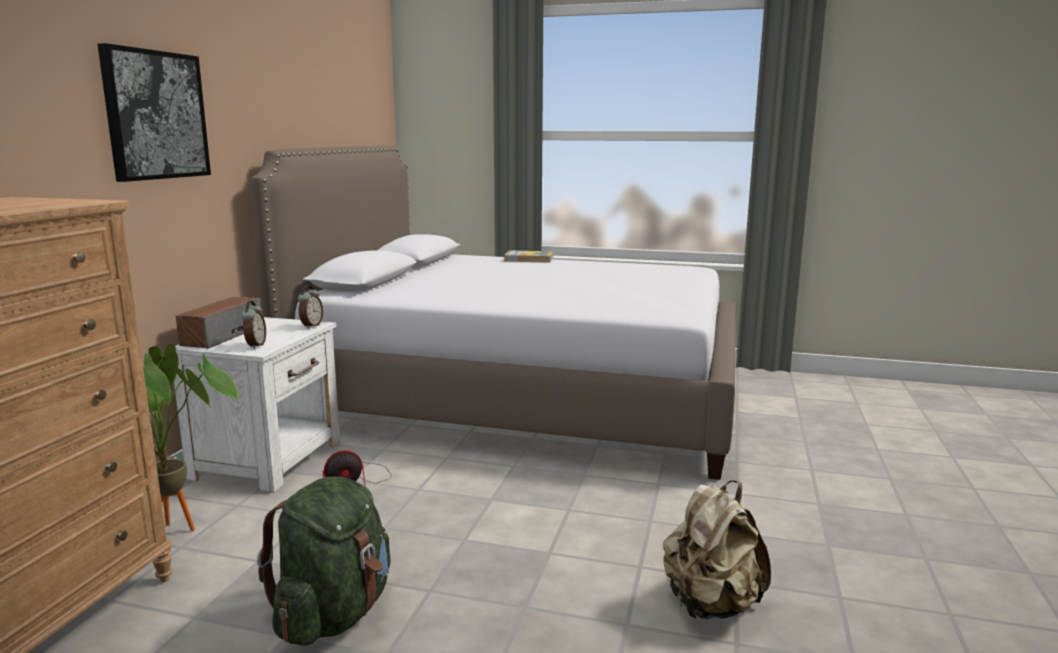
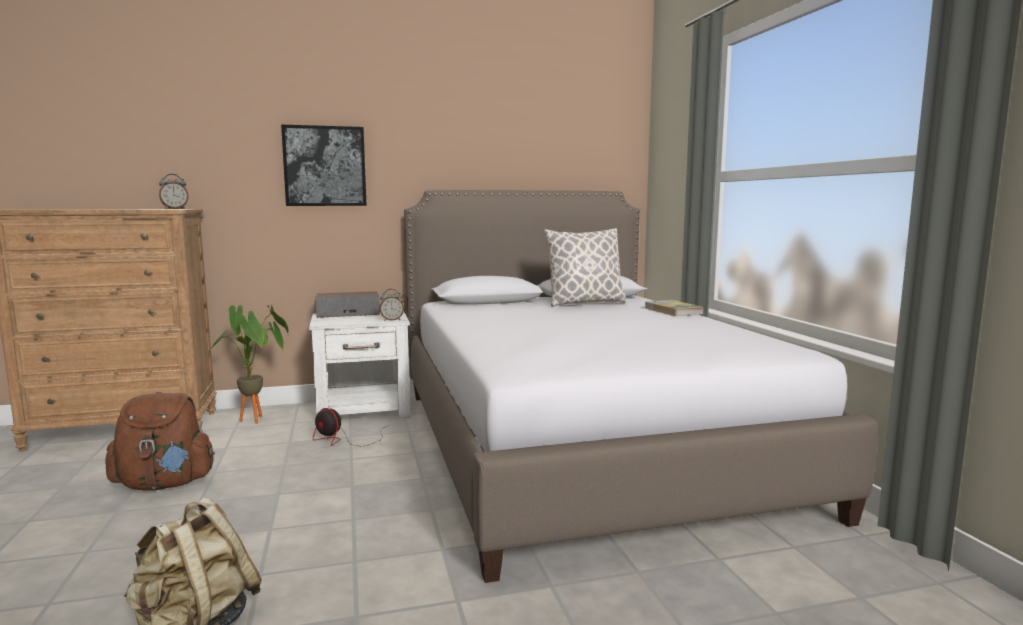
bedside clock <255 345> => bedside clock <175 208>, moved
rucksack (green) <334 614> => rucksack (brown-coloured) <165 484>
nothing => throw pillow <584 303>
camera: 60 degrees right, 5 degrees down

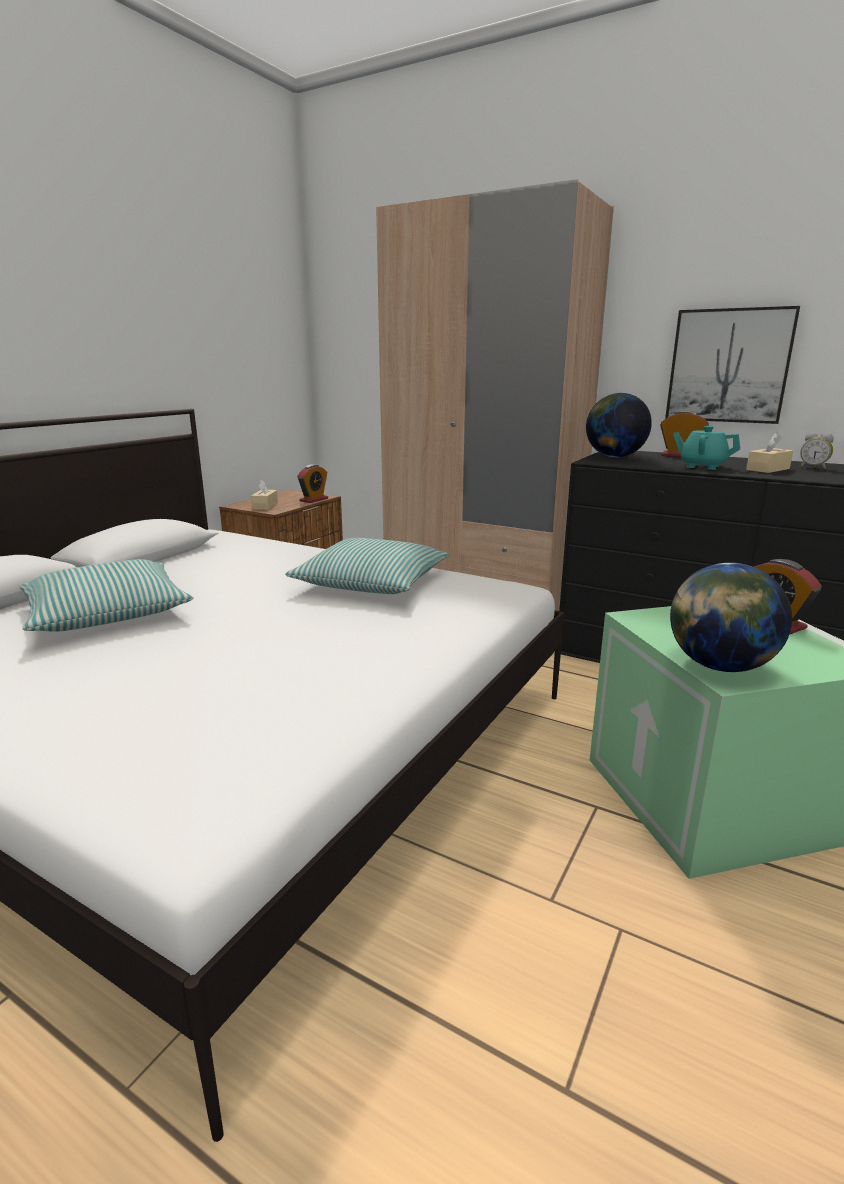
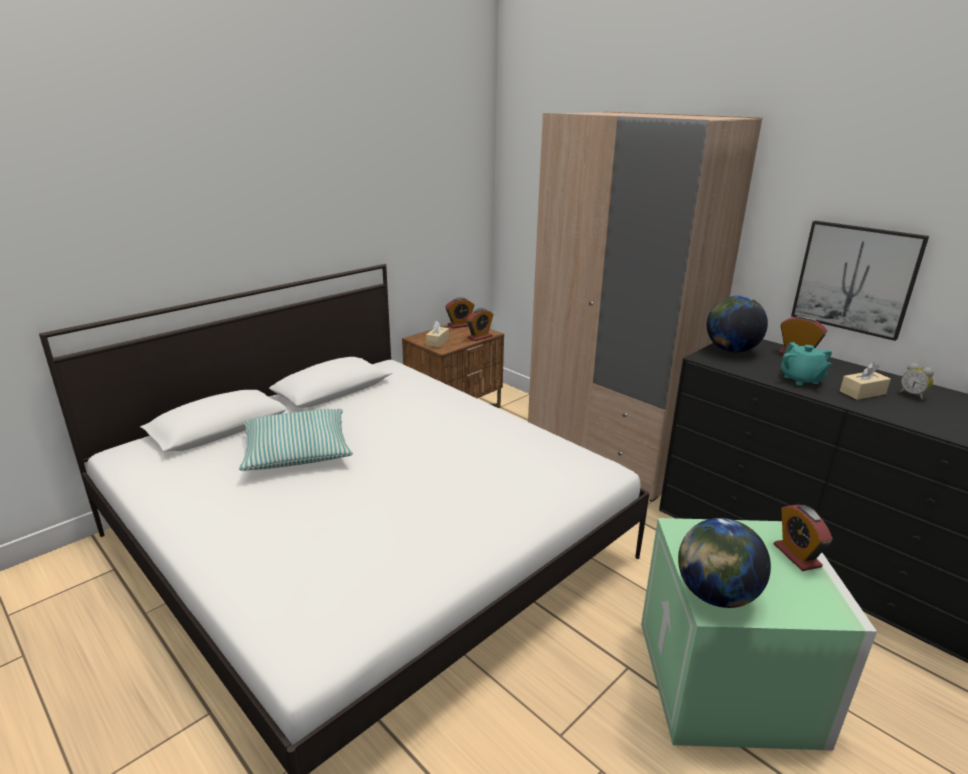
tea pot (blue-green) <702 466> => tea pot (blue-green) <801 379>, 150 degrees counterclockwise
throw pillow <371 582> => nothing
nothing => bedside clock <460 325>
camera: 15 degrees right, 5 degrees up

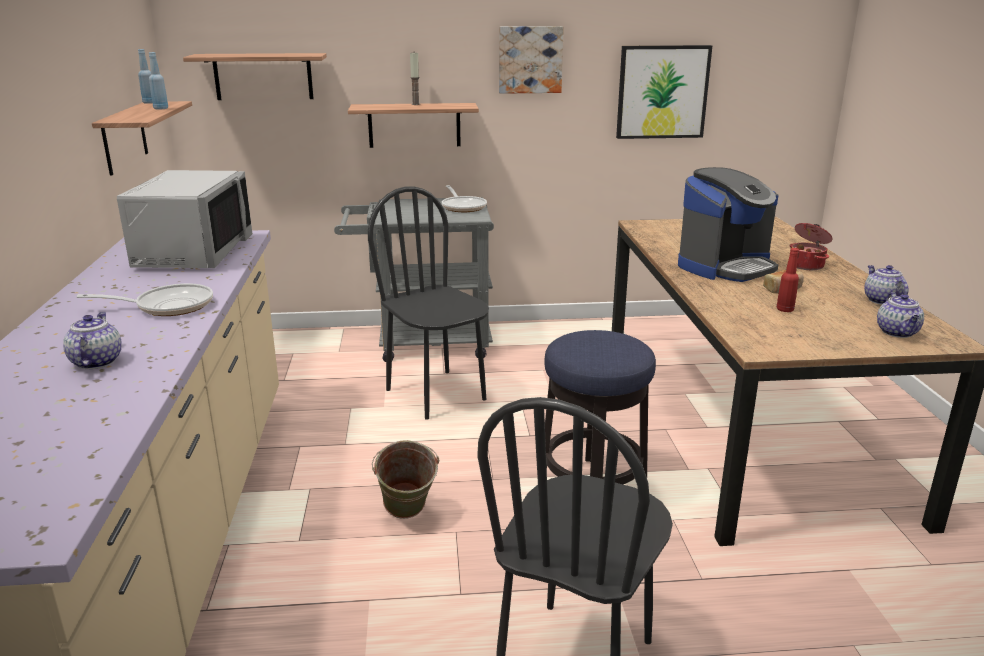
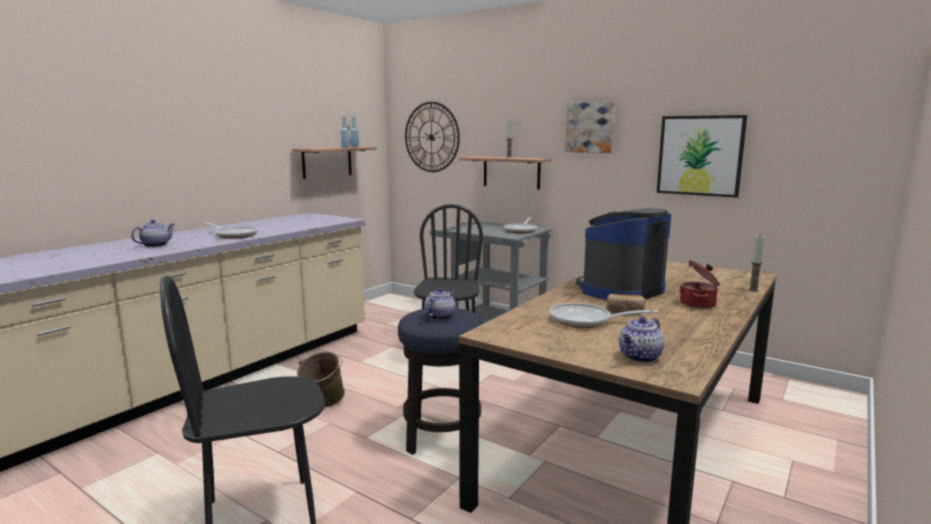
bracket shelf <263 76> => hanging clock <431 137>
coffee machine <725 267> => coffee machine <620 290>, 135 degrees clockwise
microwave oven (grey) <193 253> => nothing
drink bottle (red) <785 309> => frying pan <585 321>
tea pot <881 300> => tea pot <440 317>, moved
nothing => wax candle <753 290>
camera: 40 degrees right, 10 degrees down

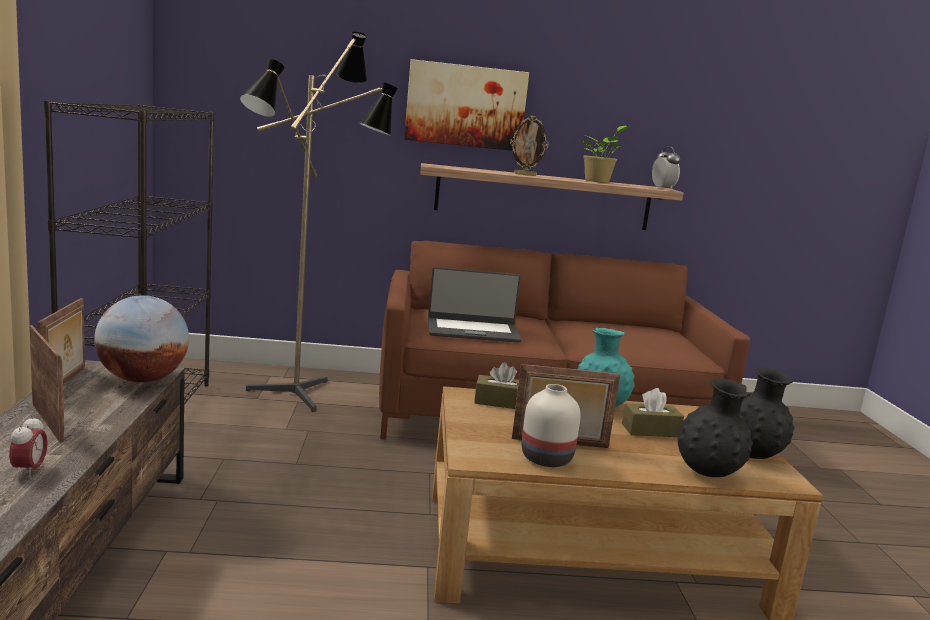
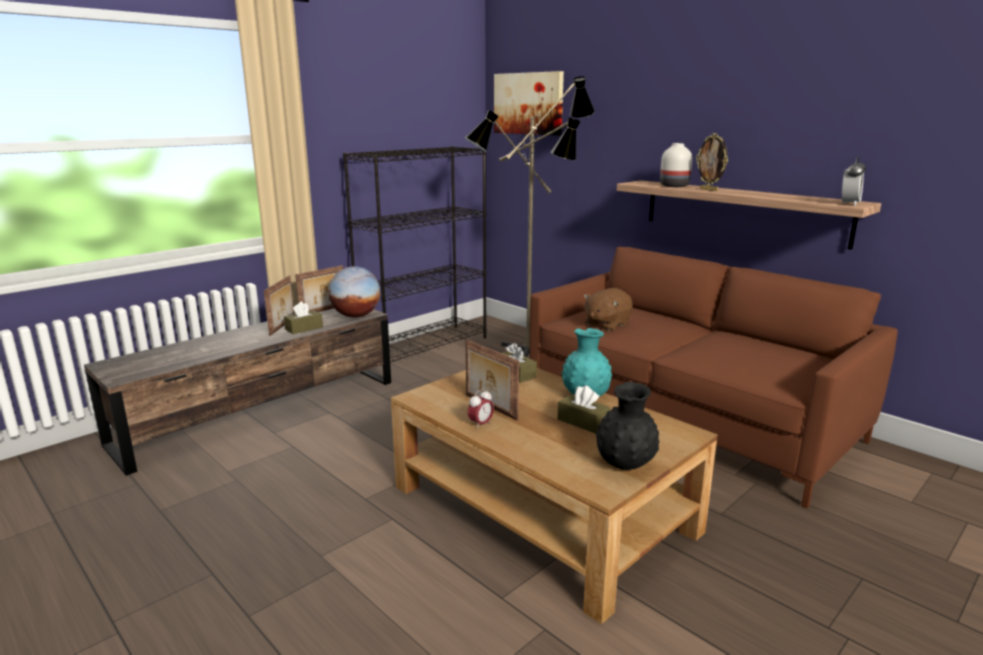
picture <465 106> => picture <528 103>, moved
houseplant <598 181> => nothing
portable computer <473 331> => soft toy (brown-coloured) <606 324>
decorative vase (blackish) <708 473> => nothing
decorative vase (white-coloured) <545 459> => decorative vase (white-coloured) <673 186>, moved
bedside clock <29 470> => bedside clock <480 424>, moved
nothing => tissue holder (brown-coloured) <304 328>
camera: 50 degrees right, 5 degrees up

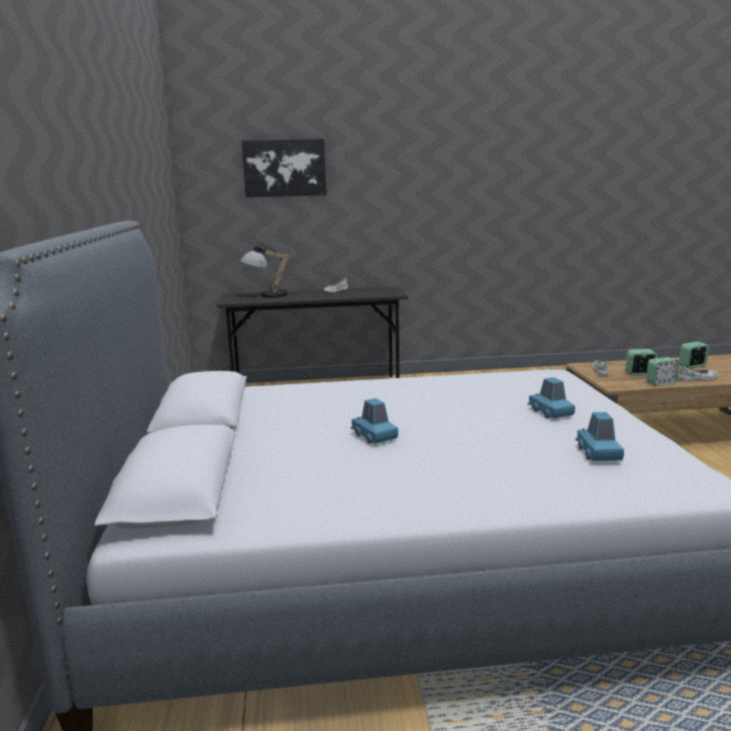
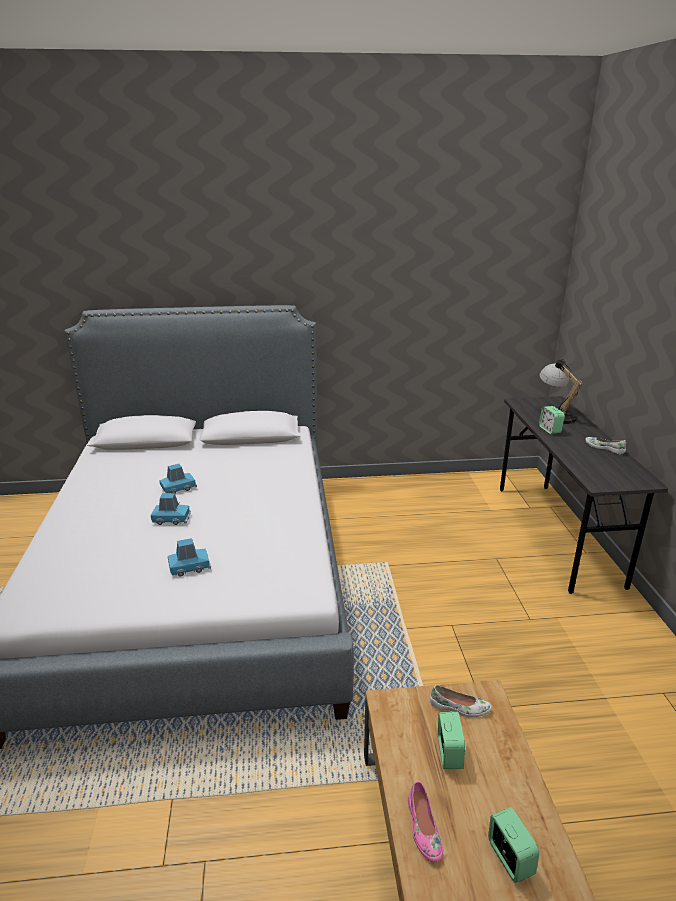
picture <284 168> => nothing
bedside clock <661 383> => bedside clock <549 430>, moved
low shoe (white-coloured) <698 379> => low shoe (pinkish) <423 828>
miniature car (bluish) <598 453> => miniature car (bluish) <171 519>, moved
camera: 90 degrees right, 10 degrees up

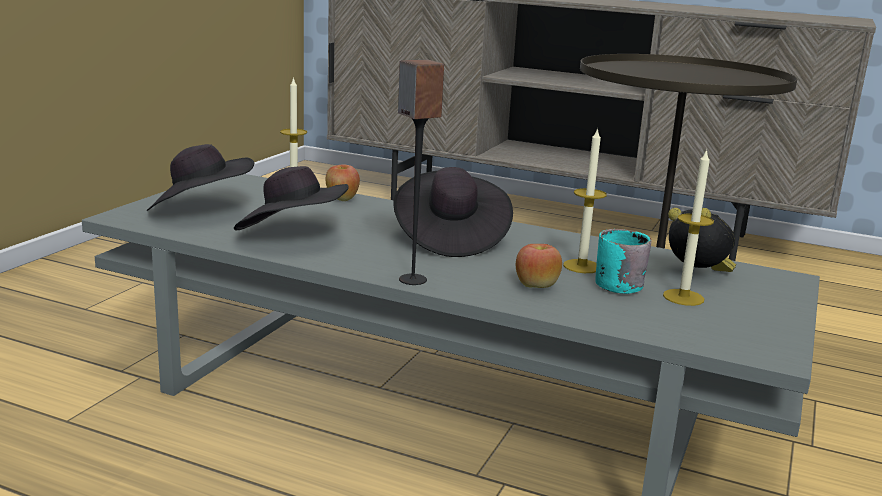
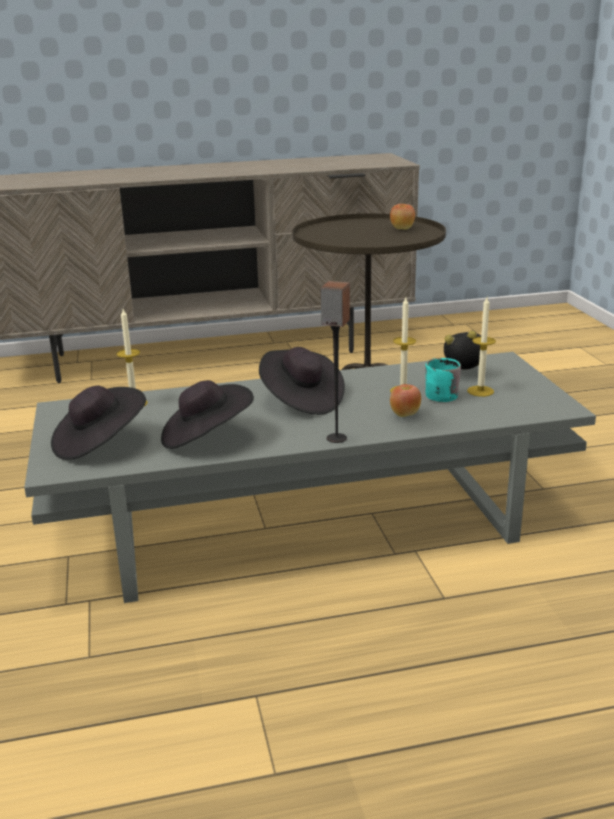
apple <342 199> => apple <402 228>, moved
camera: 35 degrees left, 5 degrees up

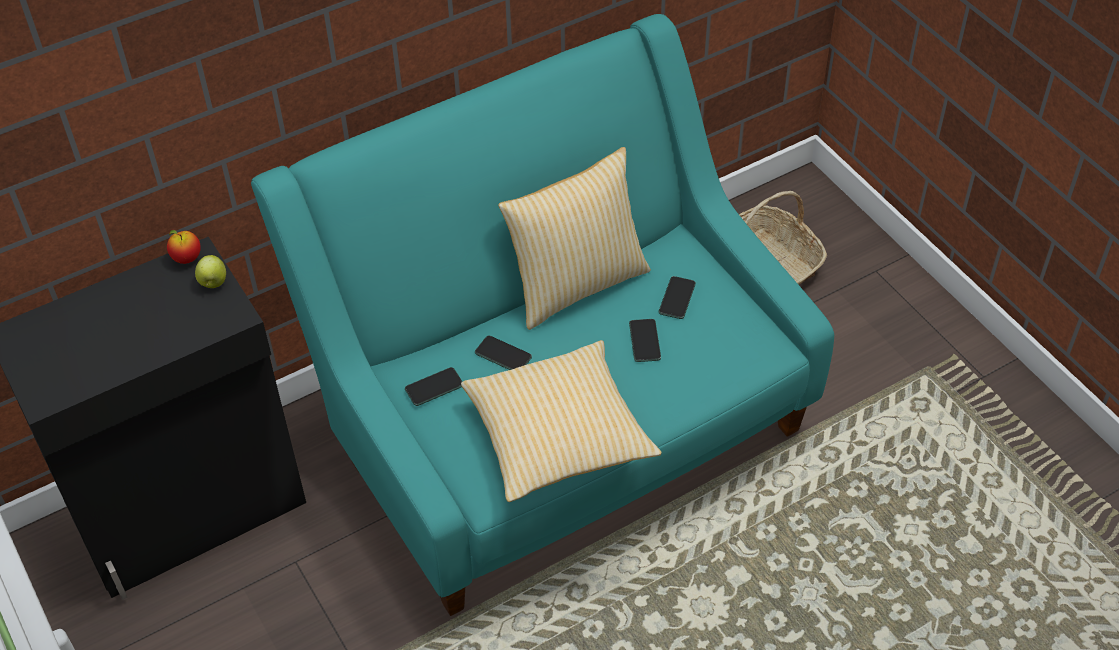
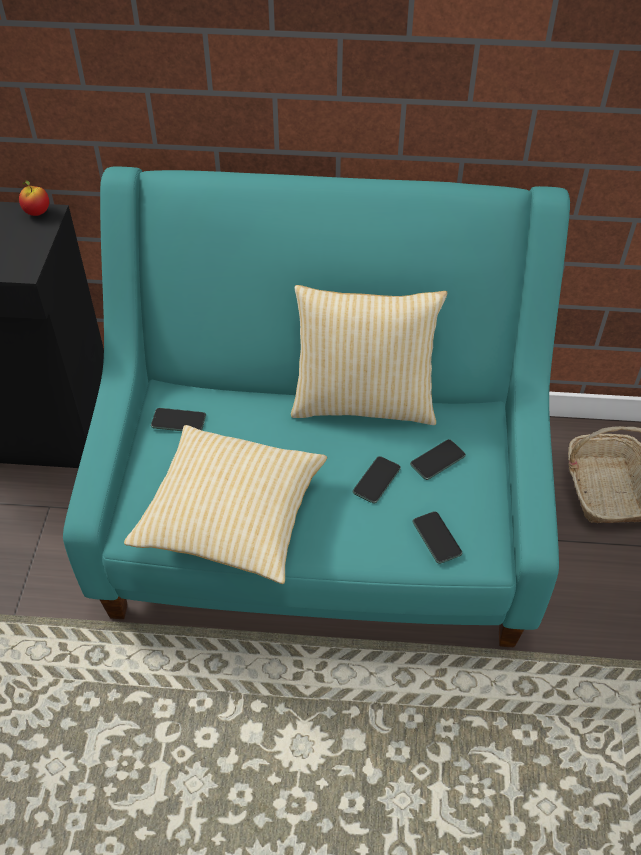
apple <213 283> => nothing
telephone <503 355> => telephone <436 538>, moved
camera: 35 degrees right, 0 degrees up

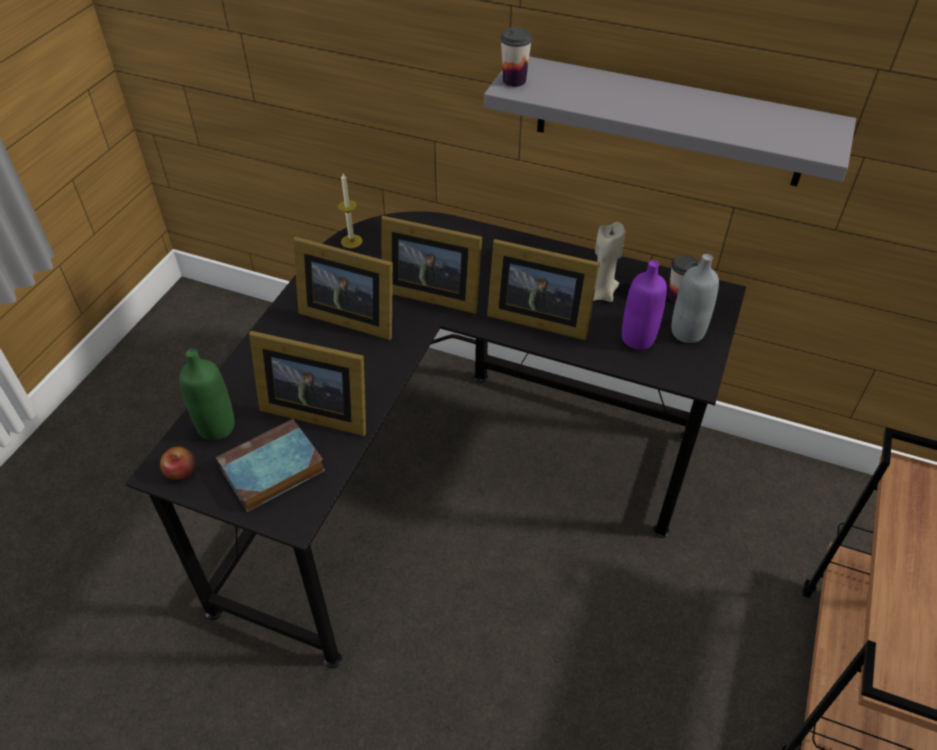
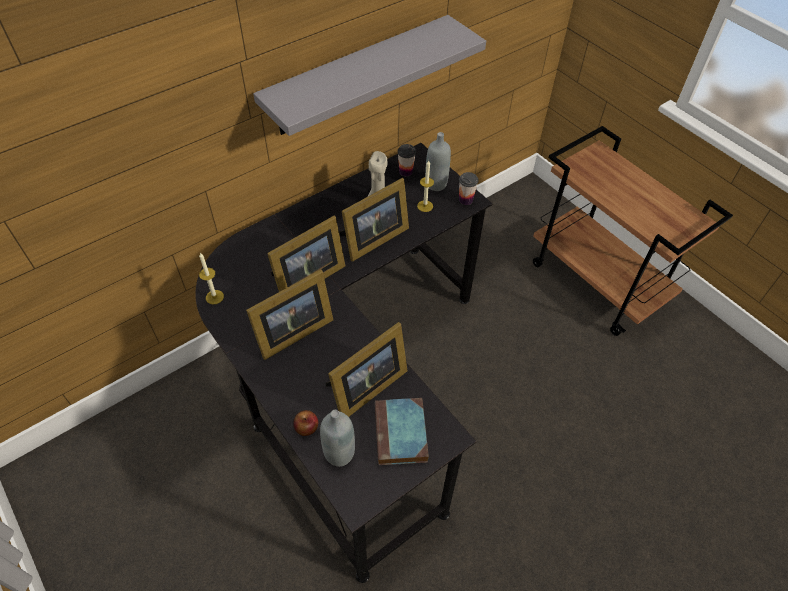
drinking cup <514 80> => drinking cup <465 200>, moved
drink bottle (purplish) <638 338> => wax candle <425 206>
drink bottle (green) <216 427> => drink bottle (grey) <339 453>
apple <181 471> => apple <306 427>, moved
camera: 60 degrees left, 5 degrees up

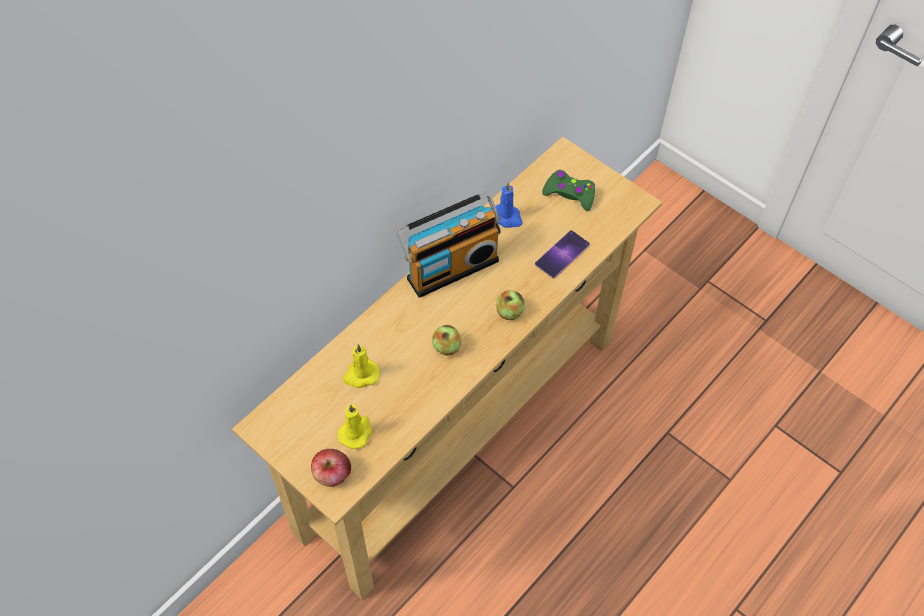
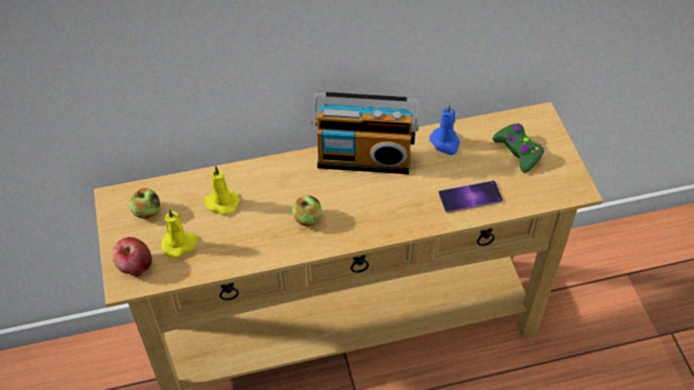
apple <509 312> => apple <147 211>, moved
camera: 35 degrees right, 5 degrees down

